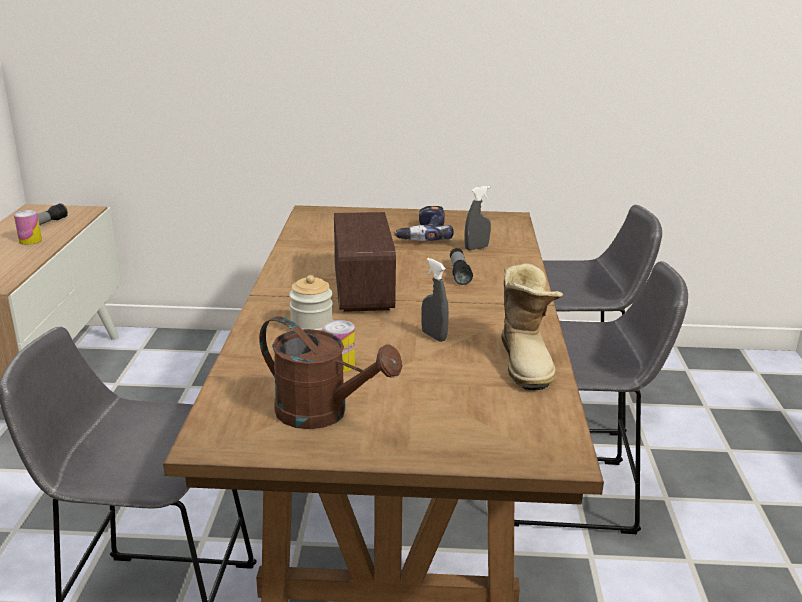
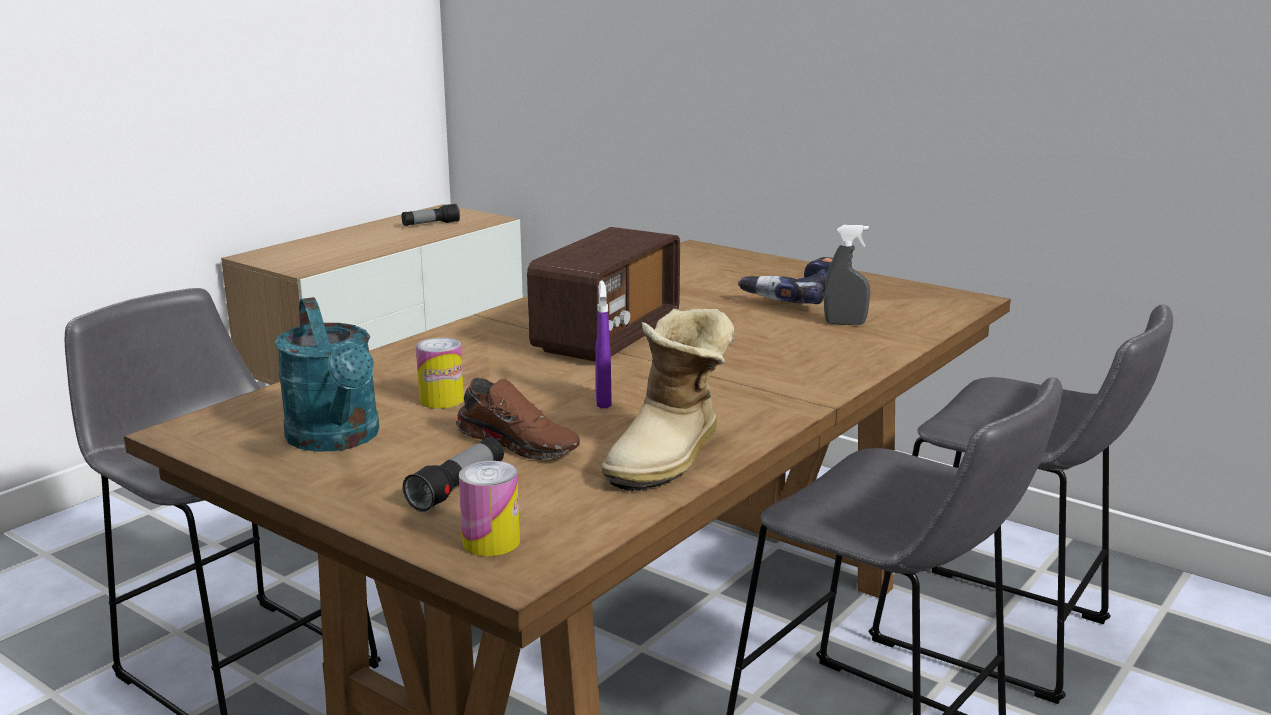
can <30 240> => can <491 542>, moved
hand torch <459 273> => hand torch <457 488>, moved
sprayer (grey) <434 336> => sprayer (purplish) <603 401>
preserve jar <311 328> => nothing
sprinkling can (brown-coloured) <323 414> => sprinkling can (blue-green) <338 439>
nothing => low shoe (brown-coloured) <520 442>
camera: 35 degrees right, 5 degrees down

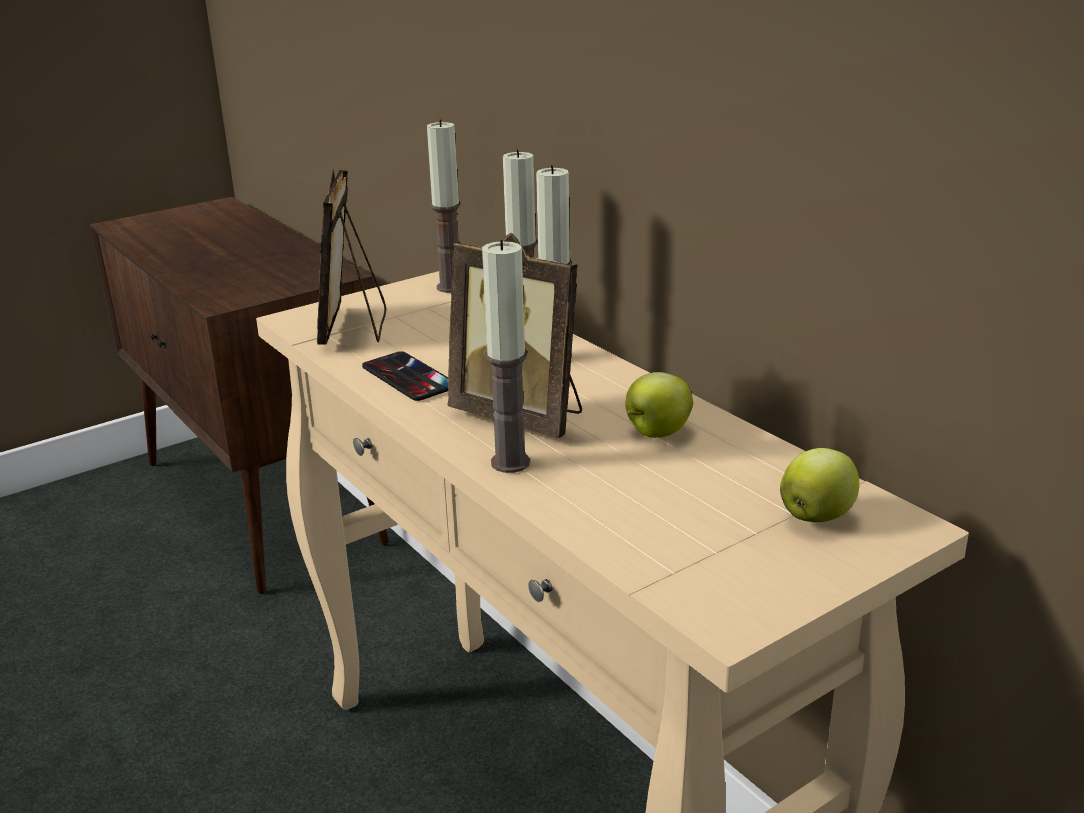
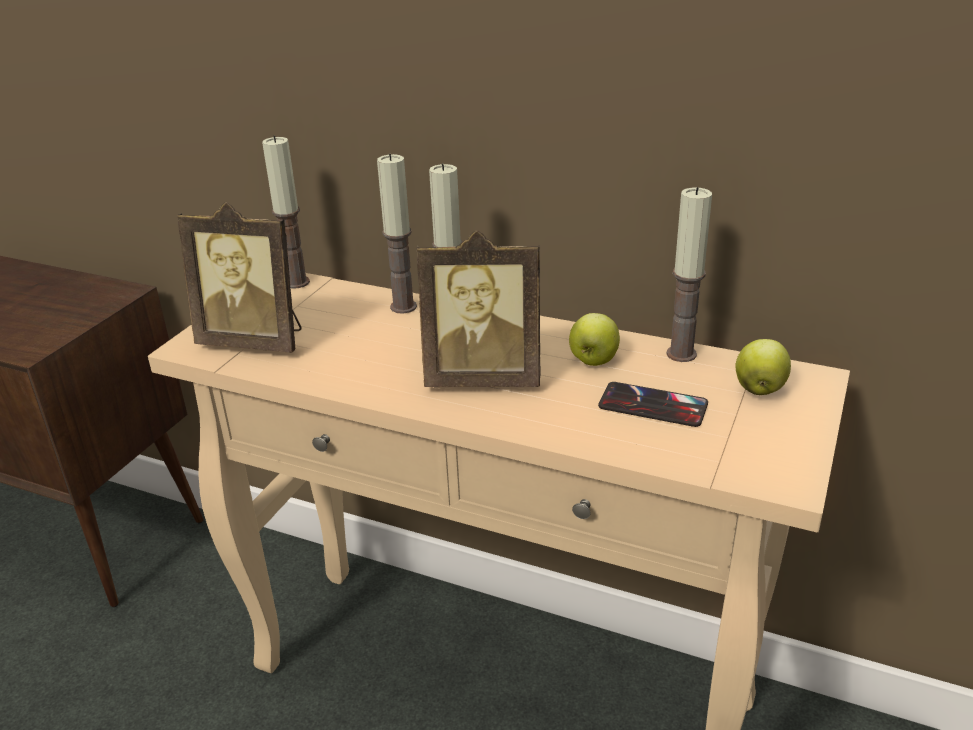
photo frame <354 328> => photo frame <255 341>, 45 degrees counterclockwise
wax candle <510 463> => wax candle <681 354>, moved
telephone <408 377> => telephone <652 405>, moved
camera: 30 degrees left, 5 degrees up

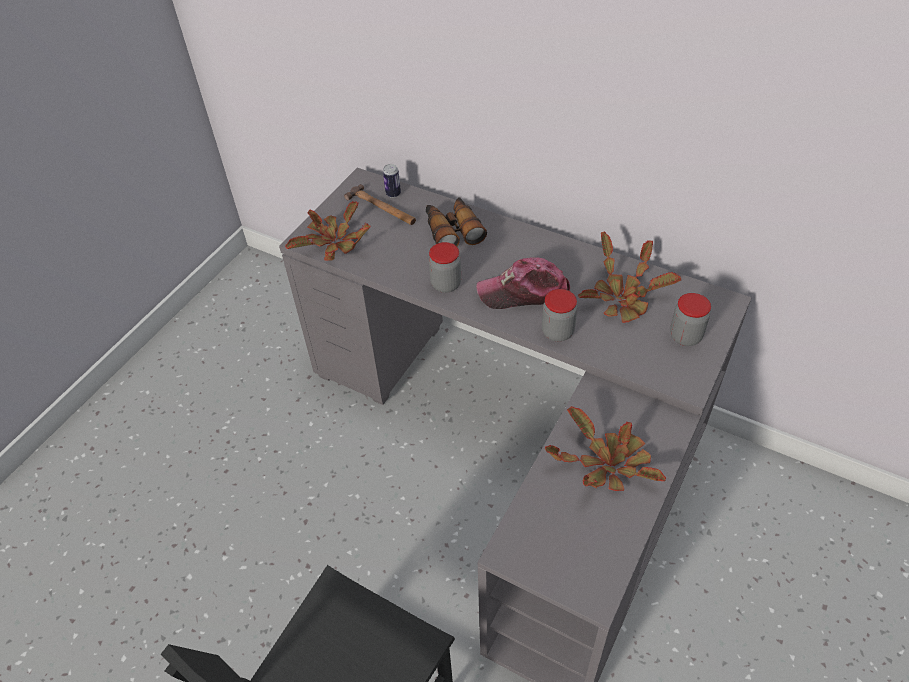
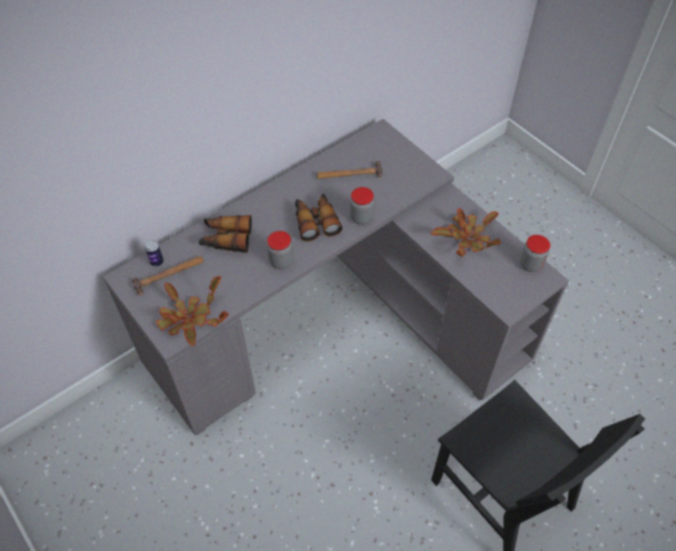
houseplant <623 297> => tool hammer <349 174>
cap <524 292> => field glasses <316 221>
preserve jar <685 336> => preserve jar <530 264>, moved
camera: 70 degrees left, 5 degrees up

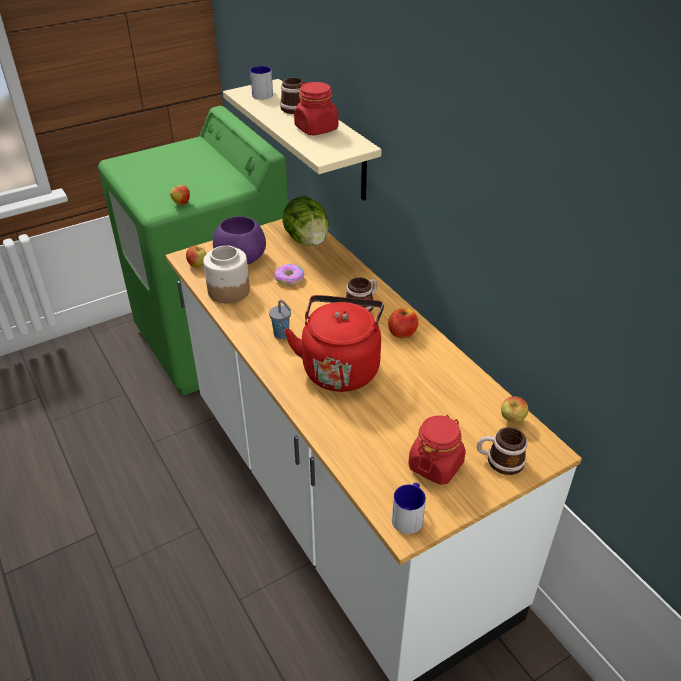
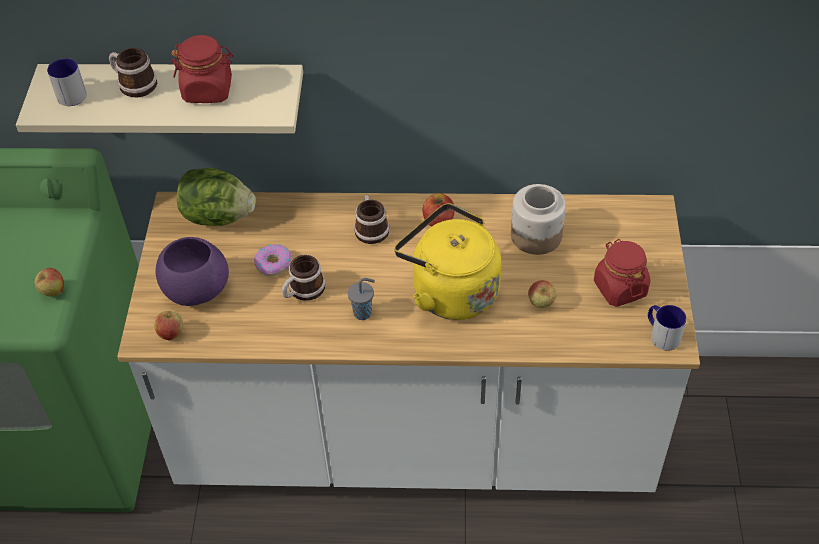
preserve jar <228 291> => preserve jar <535 236>, moved
kettle (red) <340 367> => kettle (yellowish) <450 290>
apple <512 420> => apple <541 304>, moved
tea mug <499 460> => tea mug <303 291>, moved
camera: 55 degrees left, 10 degrees up

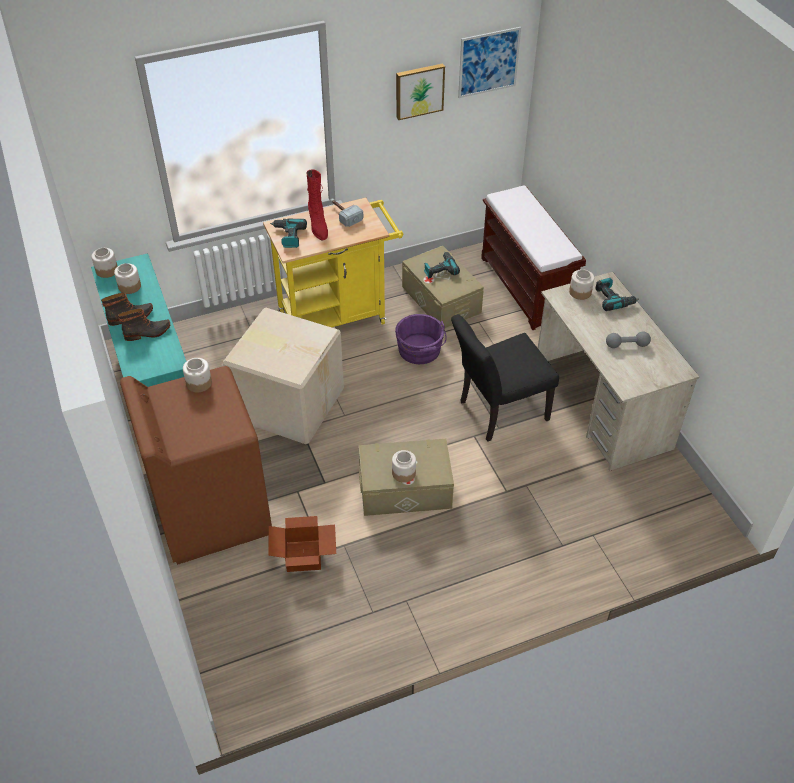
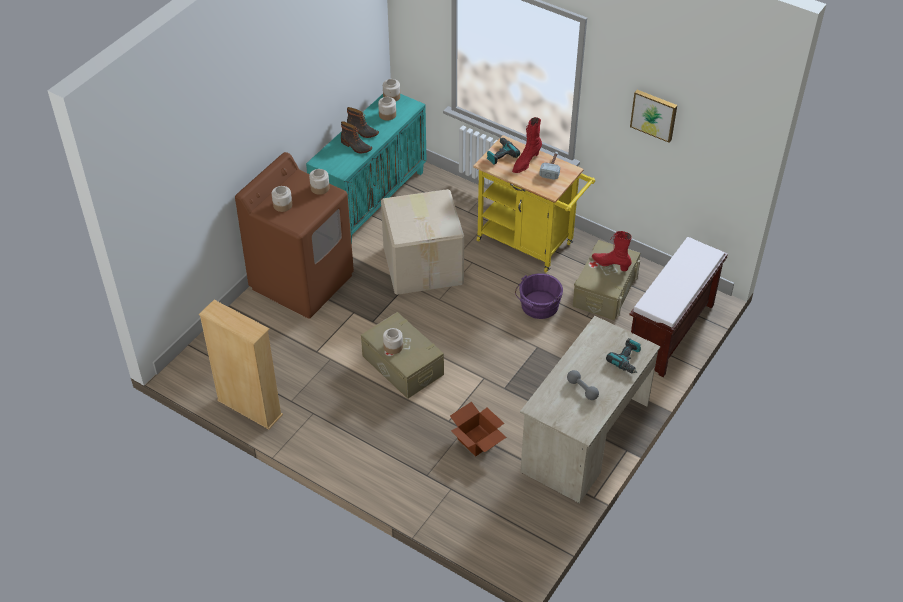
picture <488 62> => nothing
electric drill <440 269> => tall boot (red) <610 264>
preserve jar <580 292> => preserve jar <282 205>, moved
chair (blackish) <497 412> => nothing
carton <305 556> => carton <477 441>, moved
nothing => bookshelf (beige) <249 408>
camera: 55 degrees right, 0 degrees up

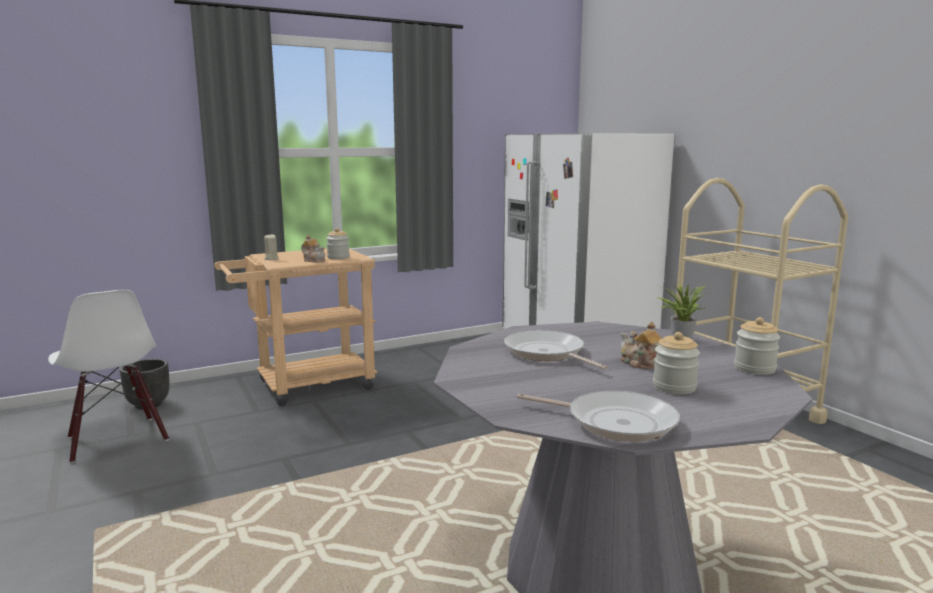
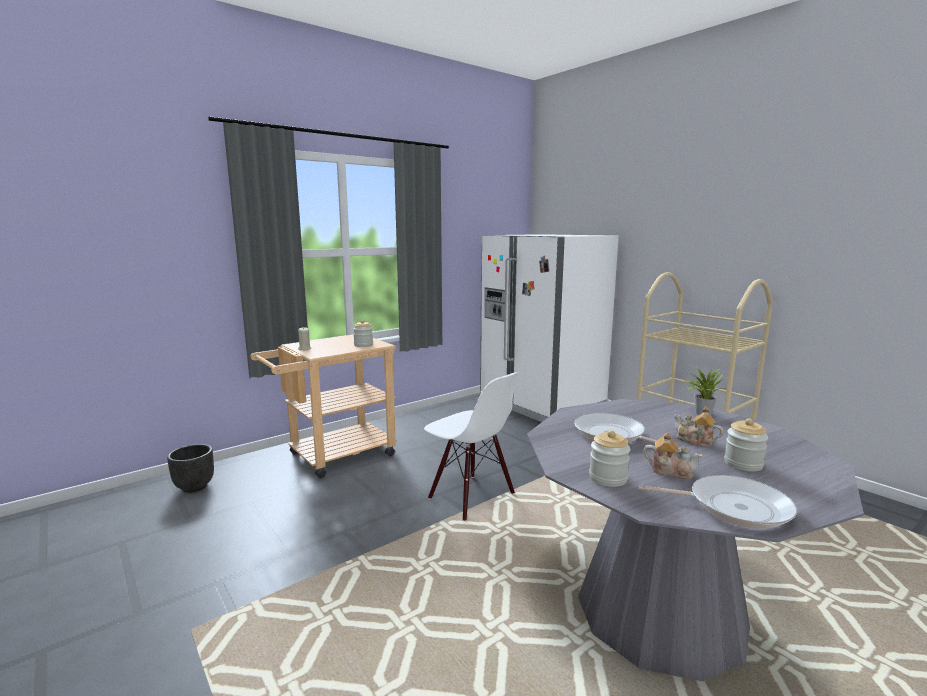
tea pot <314 260> => tea pot <670 471>, moved
chair (white-coloured) <116 439> => chair (white-coloured) <470 496>, moved
preserve jar <754 368> => preserve jar <608 478>, moved
camera: 10 degrees left, 0 degrees up

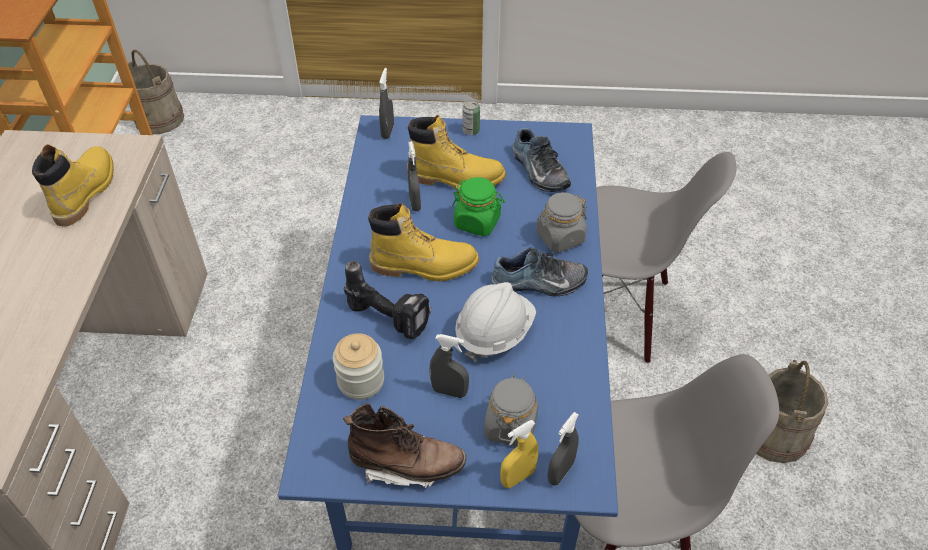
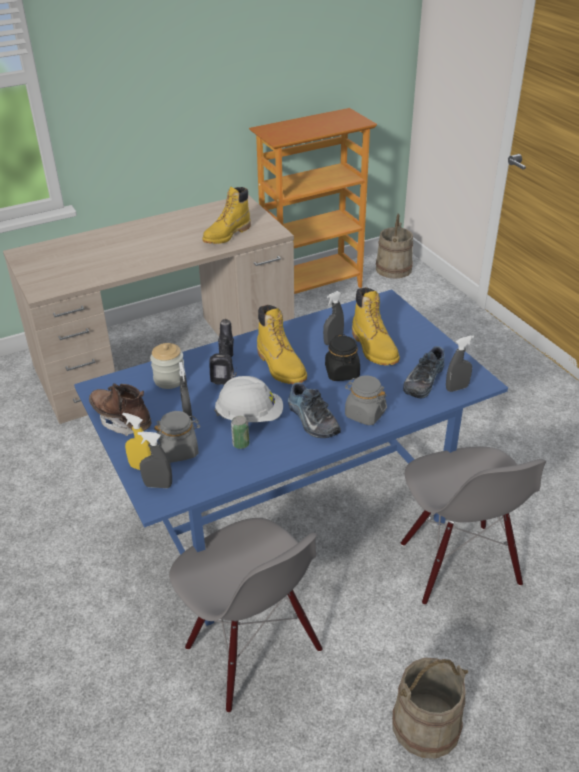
sprayer (grey) <387 131> => sprayer (grey) <457 388>, moved
can <471 131> => can <241 444>, moved
tall boot (yellowish) <86 192> => tall boot (yellowish) <227 235>, 150 degrees clockwise
preserve jar (green) <477 222> => preserve jar (blackish) <342 373>
tall boot (brown-coloured) <407 465> => tall boot (brown-coloured) <122 420>, 150 degrees clockwise
camera: 60 degrees right, 10 degrees down

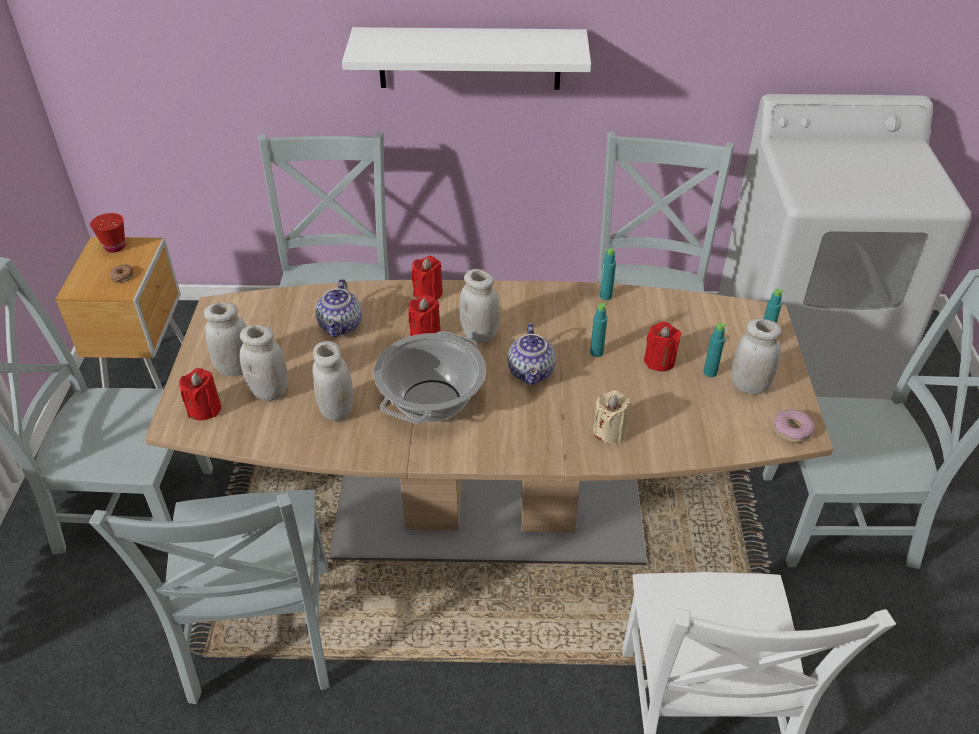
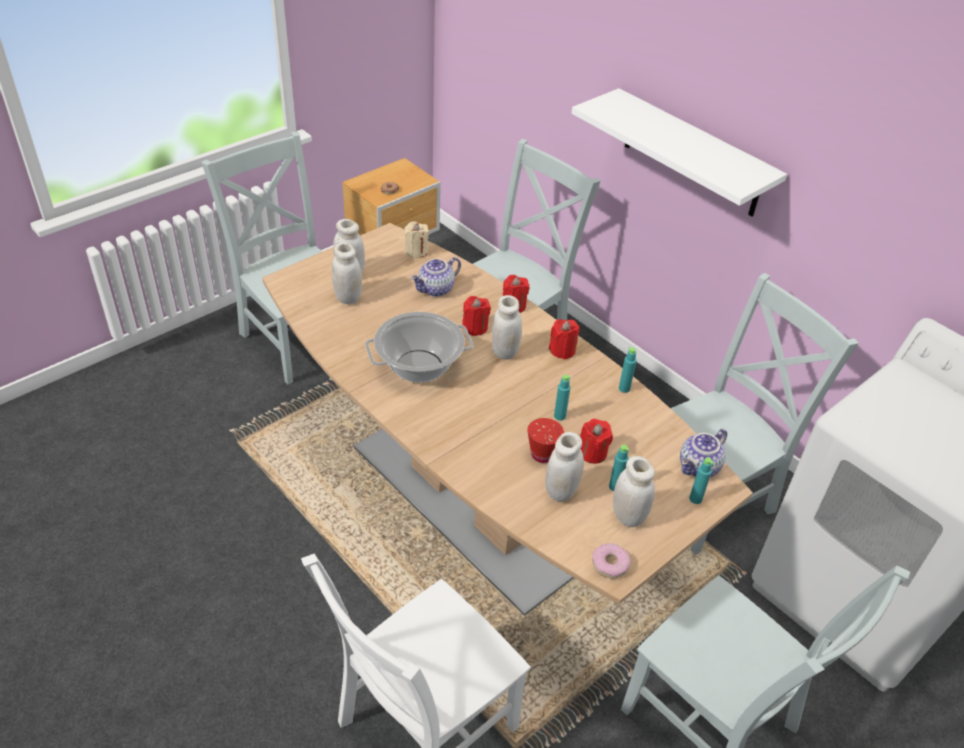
drinking cup (red) <115 247> => drinking cup (red) <542 454>, moved
tea pot <532 373> => tea pot <699 468>, moved
preserve jar (white-coloured) <336 410> => preserve jar (white-coloured) <561 491>, moved
wax candle (red) <204 409> => wax candle (red) <562 350>, moved
wax candle (beige) <609 431> => wax candle (beige) <416 251>, moved
chair (grey) <261 638> => nothing
camera: 45 degrees right, 0 degrees up

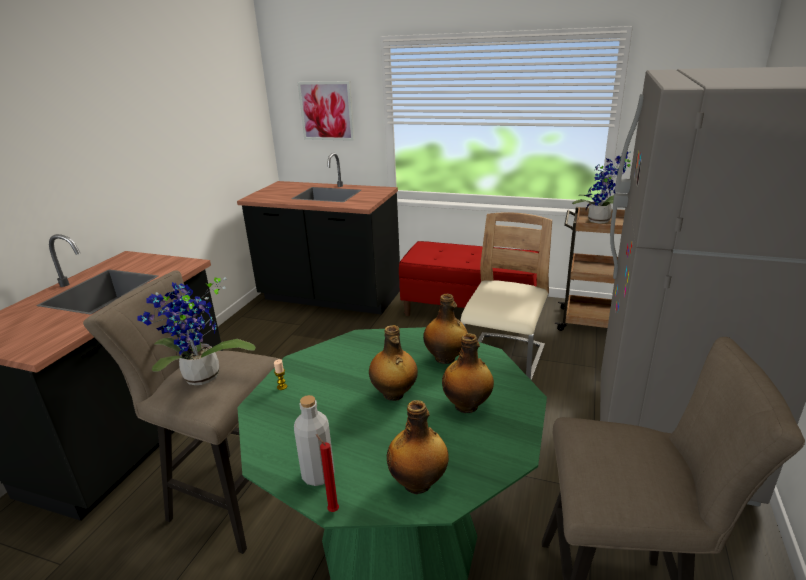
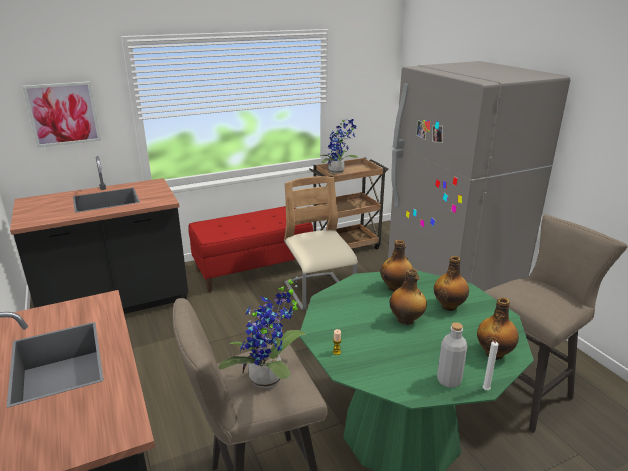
wax candle (red) <332 510> => wax candle (white-coloured) <484 390>
camera: 45 degrees left, 0 degrees up

